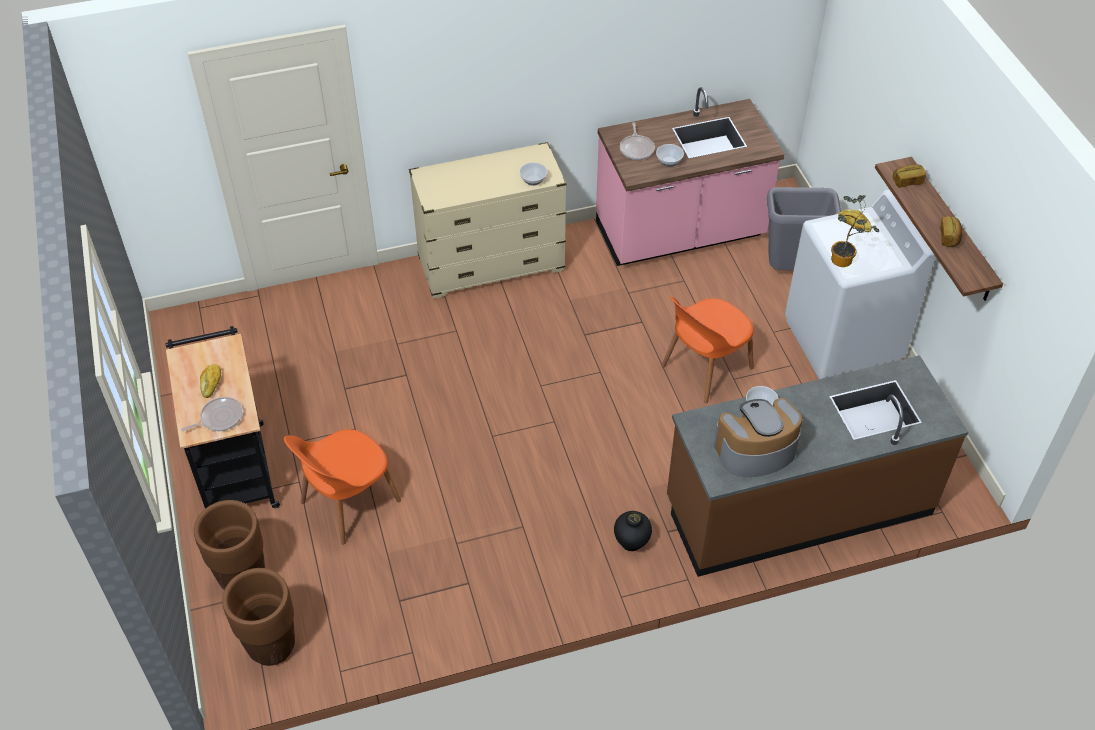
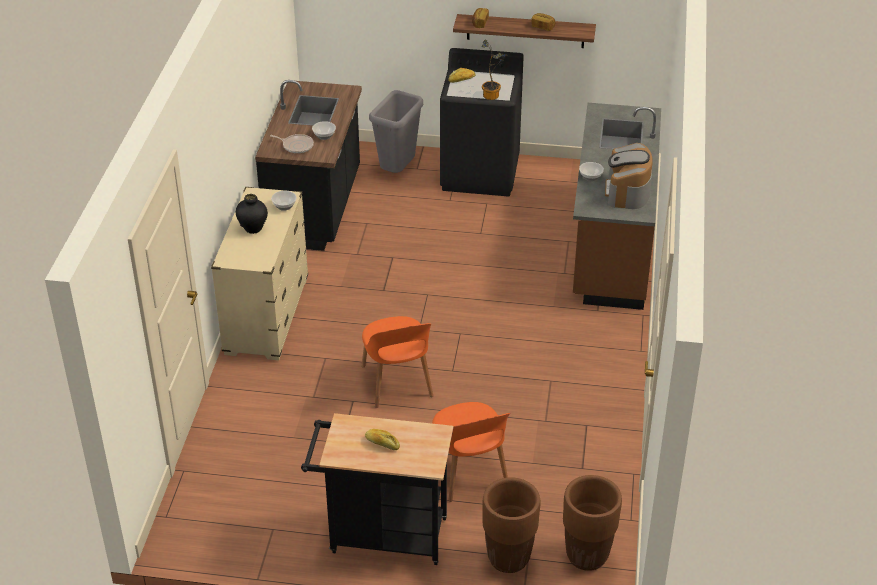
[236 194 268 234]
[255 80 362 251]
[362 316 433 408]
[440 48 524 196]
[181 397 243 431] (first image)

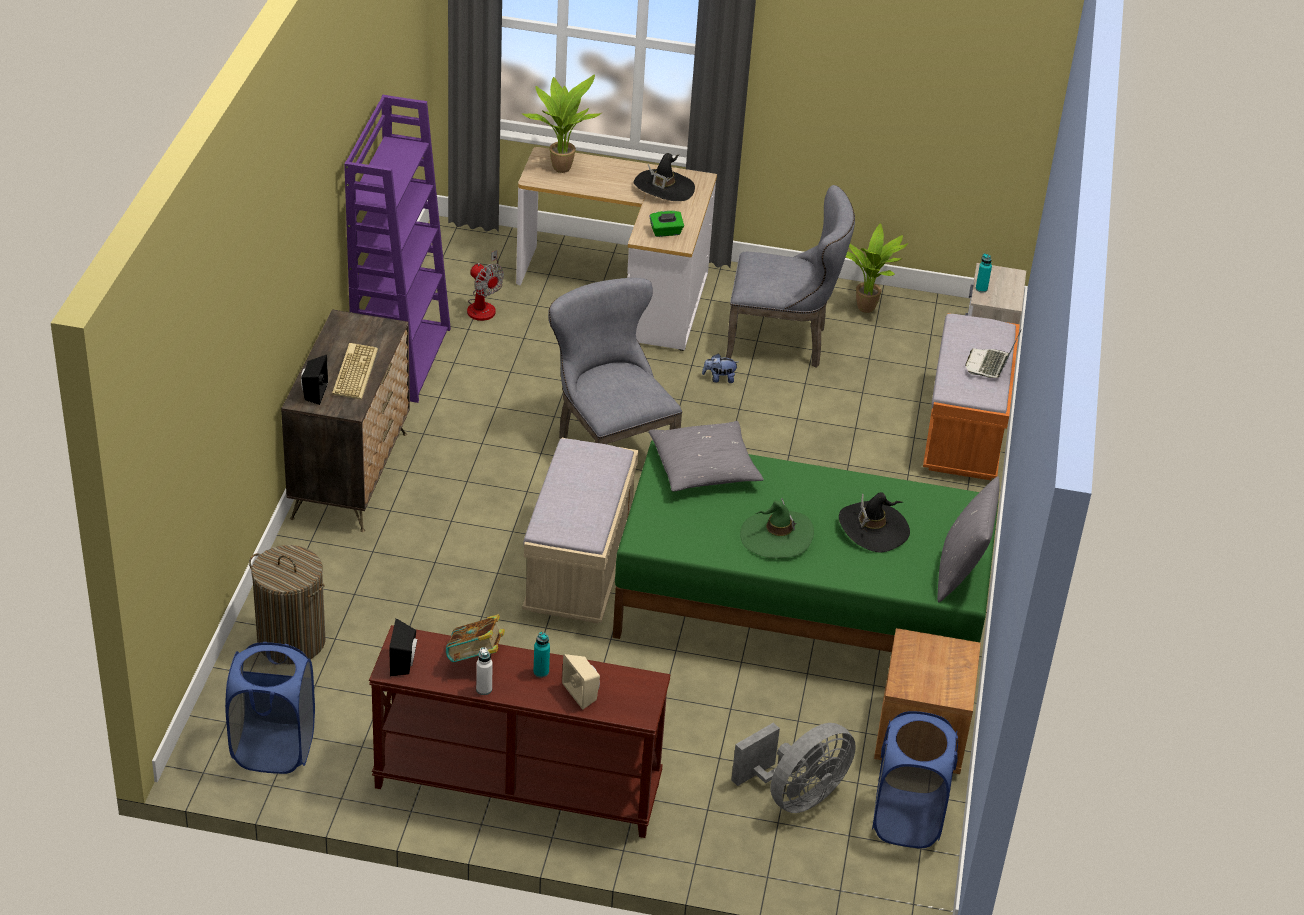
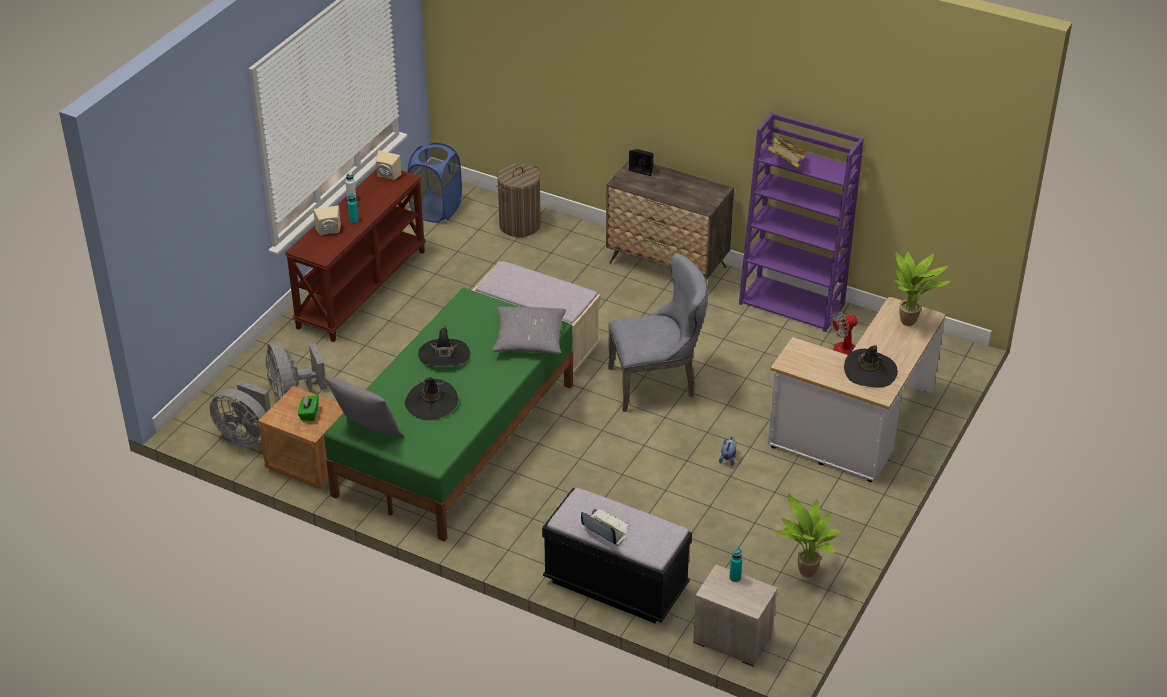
[210 381 270 448]
[298 395 319 421]
[376 150 402 180]
[418 326 470 366]
[542 488 692 623]
[768 135 806 168]
[332 343 378 400] (first image)
[726 185 855 368] (first image)

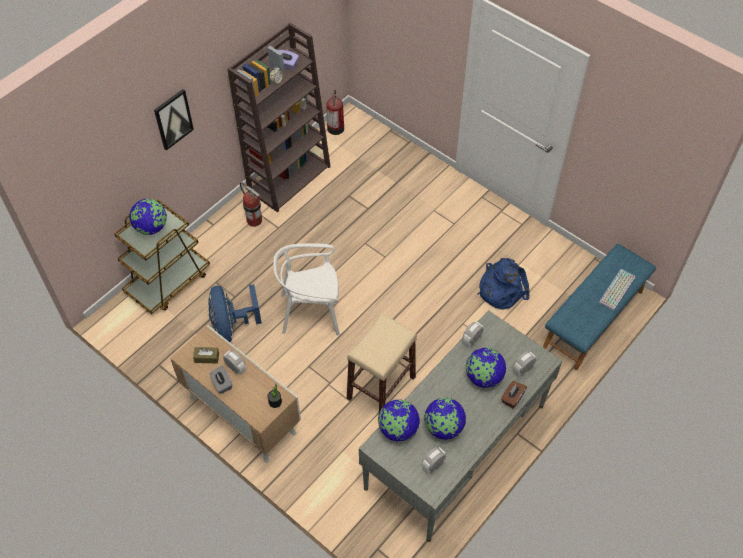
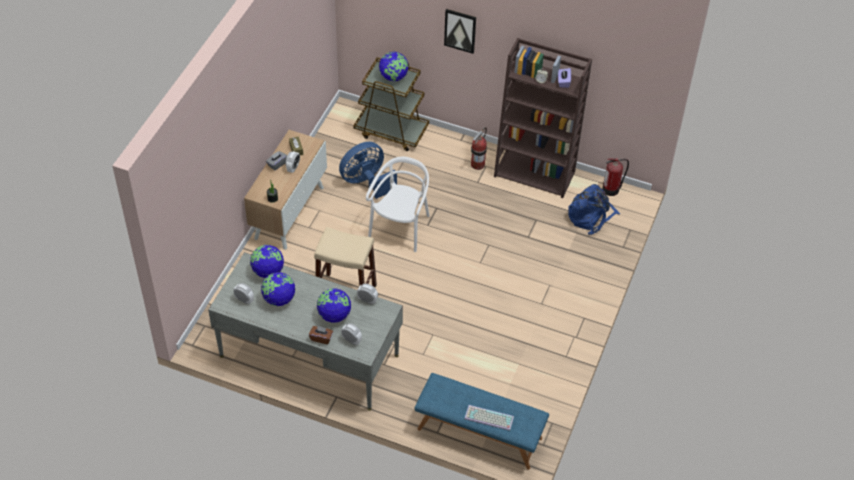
[366 156 429 252]
[568 184 620 235]

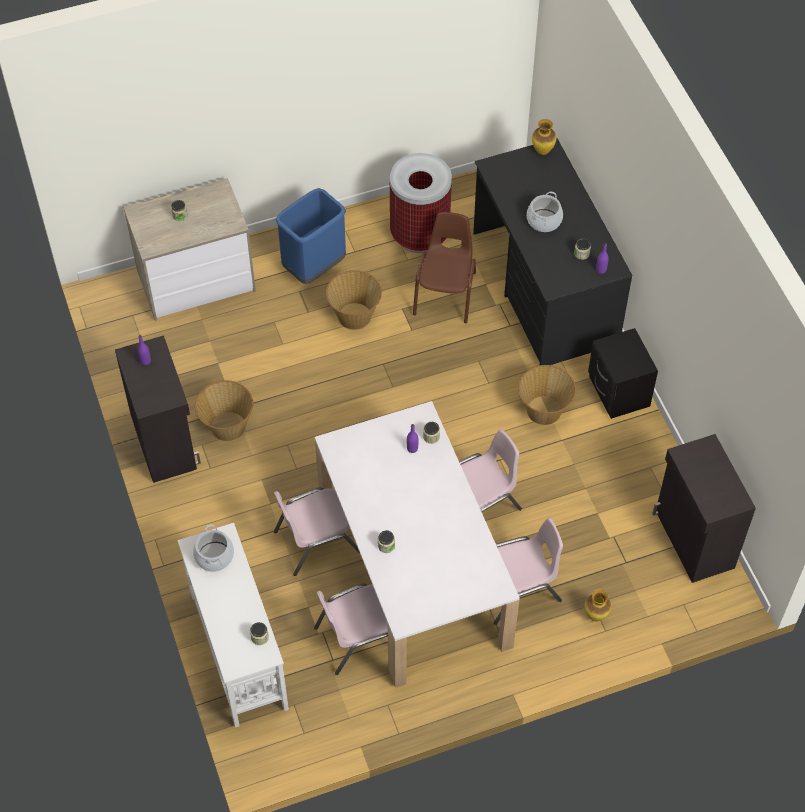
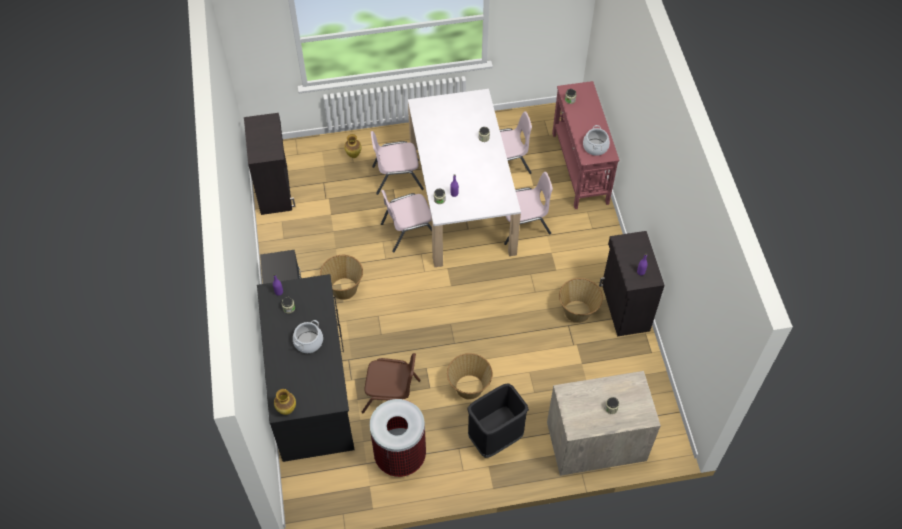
[361 353 420 414]
[467 383 529 458]
[552 81 619 209]

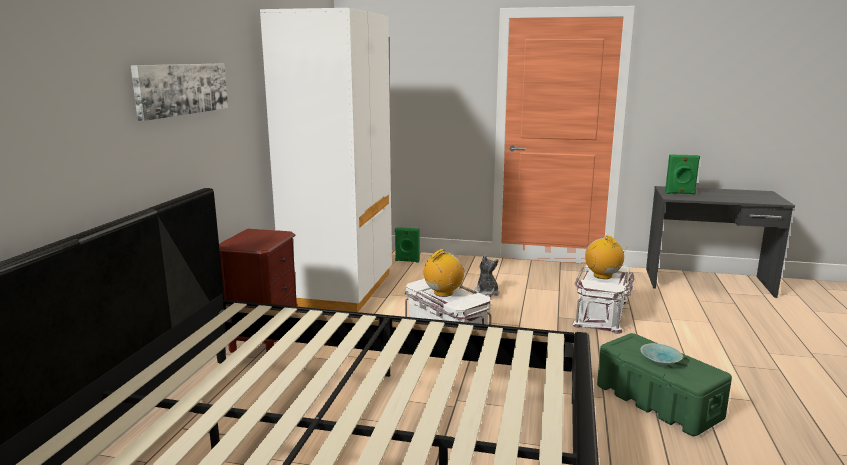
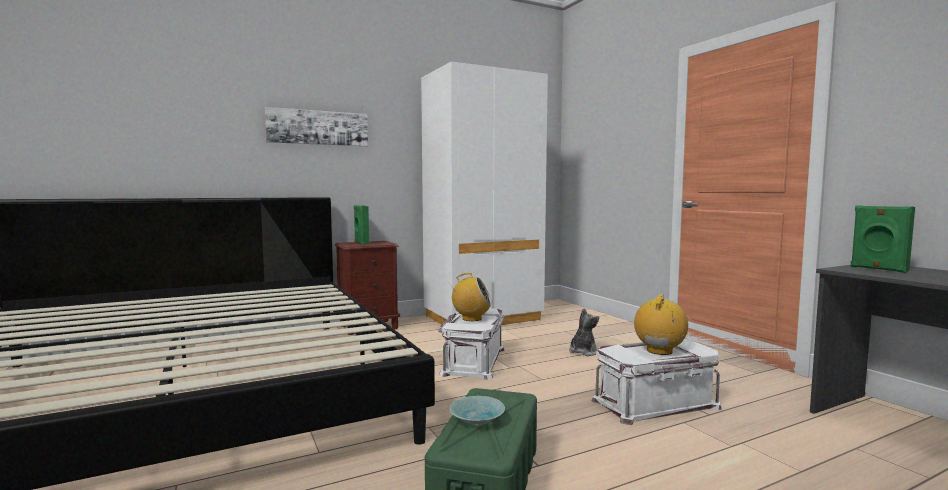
[354 205 369 245]

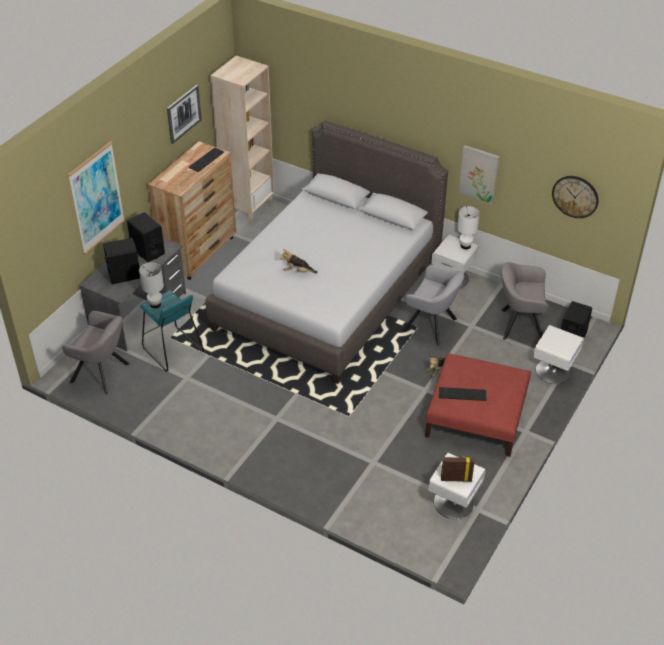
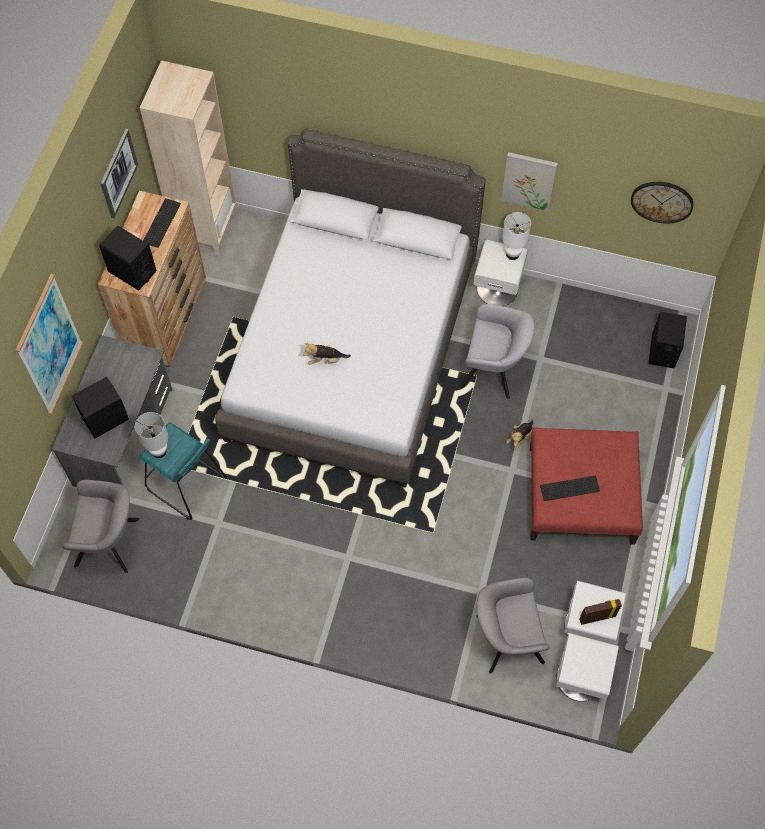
[99 226 156 290]
[476 578 550 674]
[556 633 619 702]

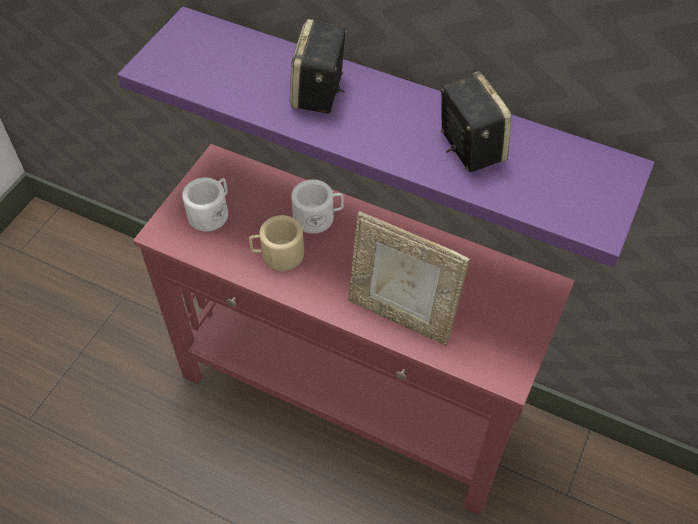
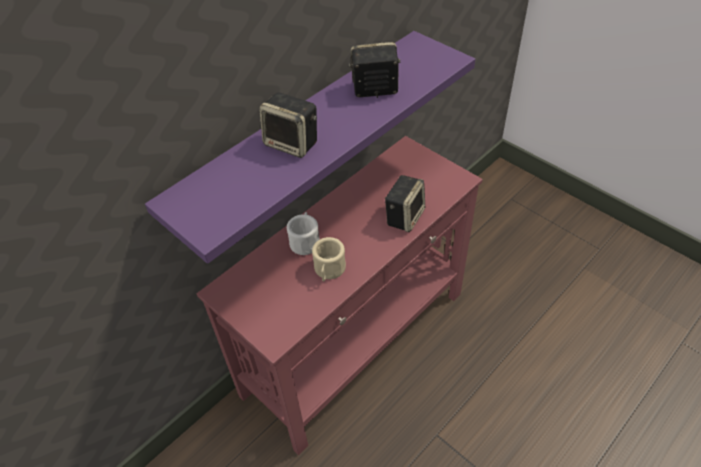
[385 175 425 232]
[182 177 228 232] (first image)

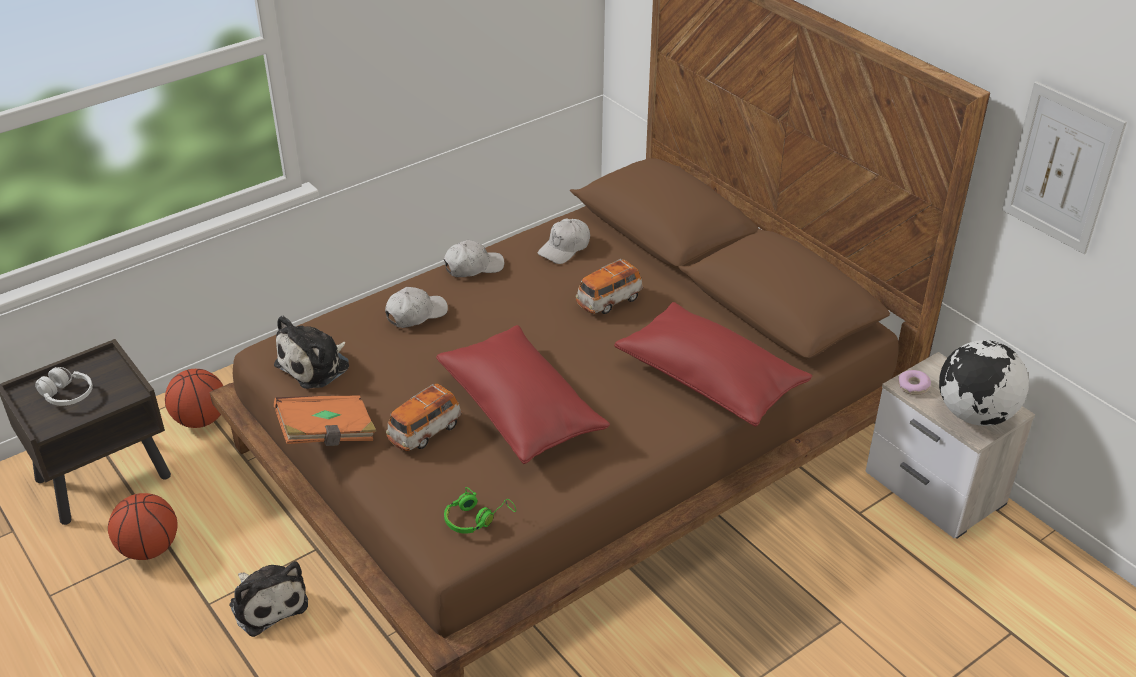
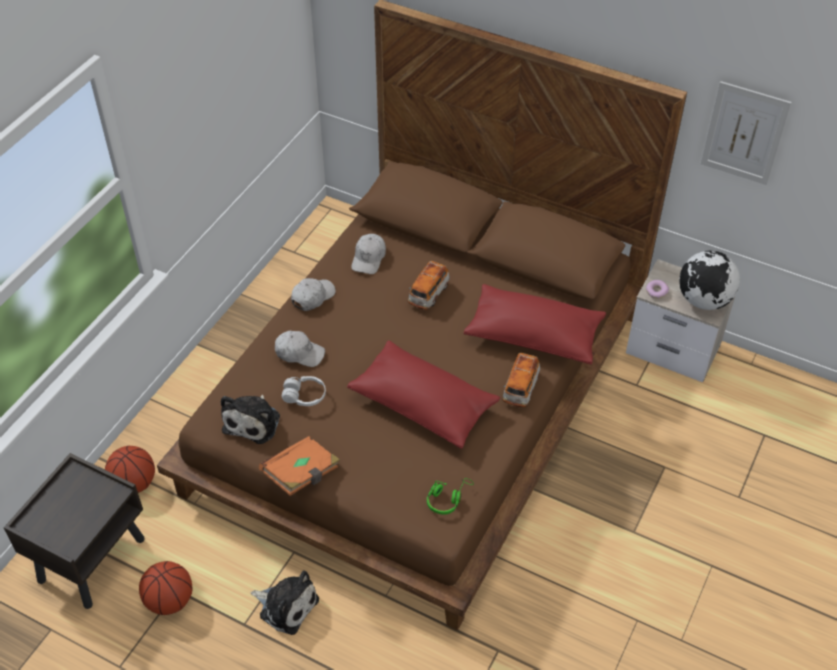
[275 331 325 367]
[282 376 326 406]
[502 353 540 407]

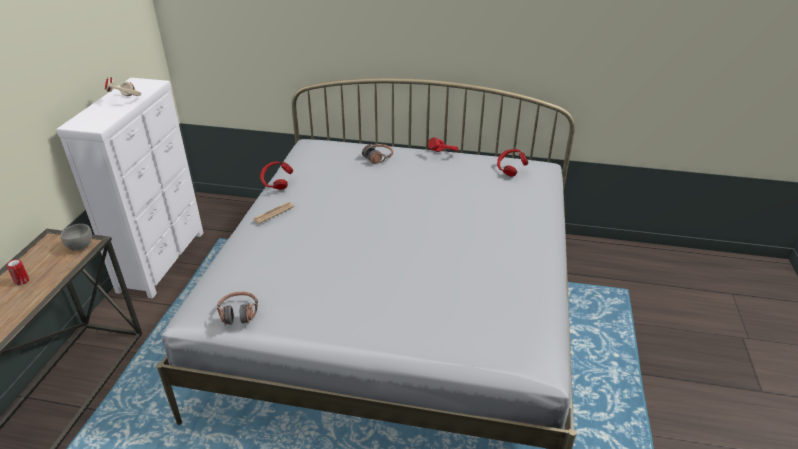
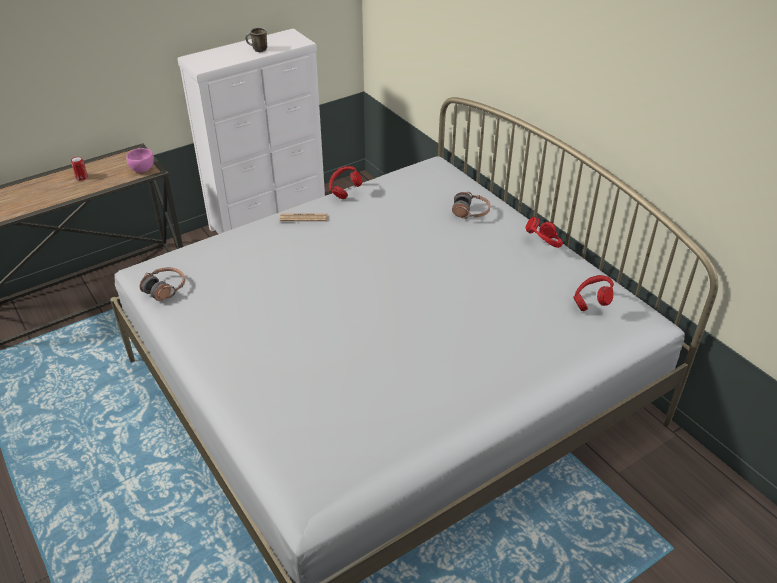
[126 148 154 173]
[246 27 267 52]

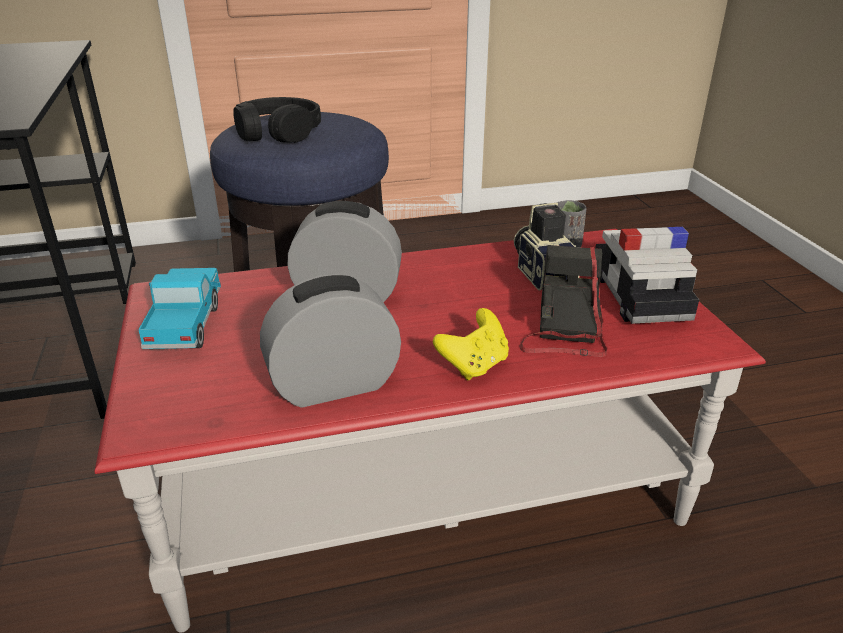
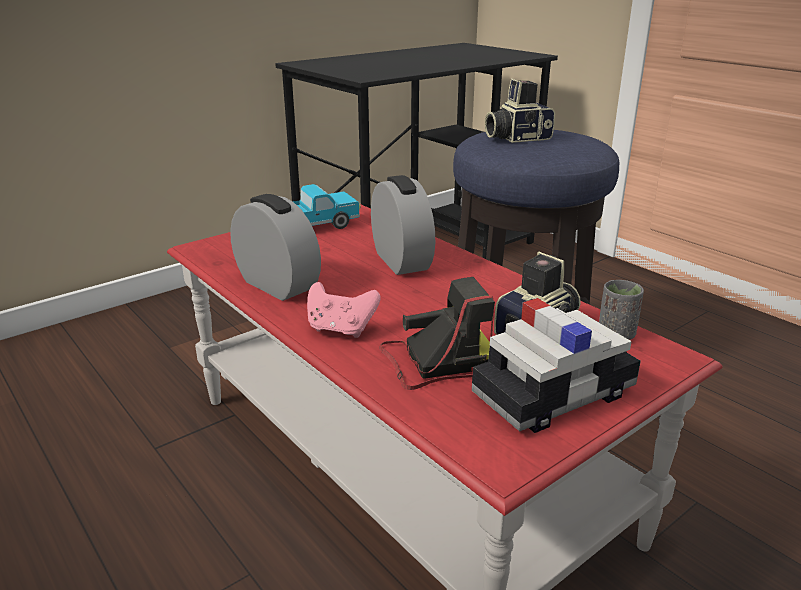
[307 282 381 338]
[485 78 555 143]

